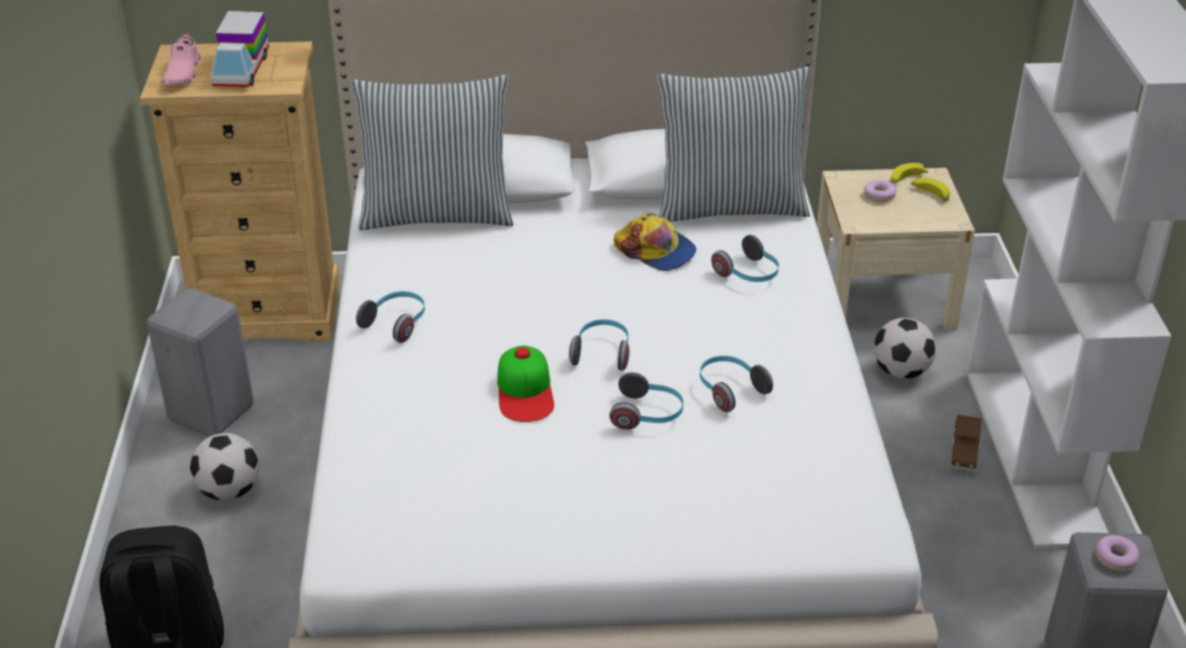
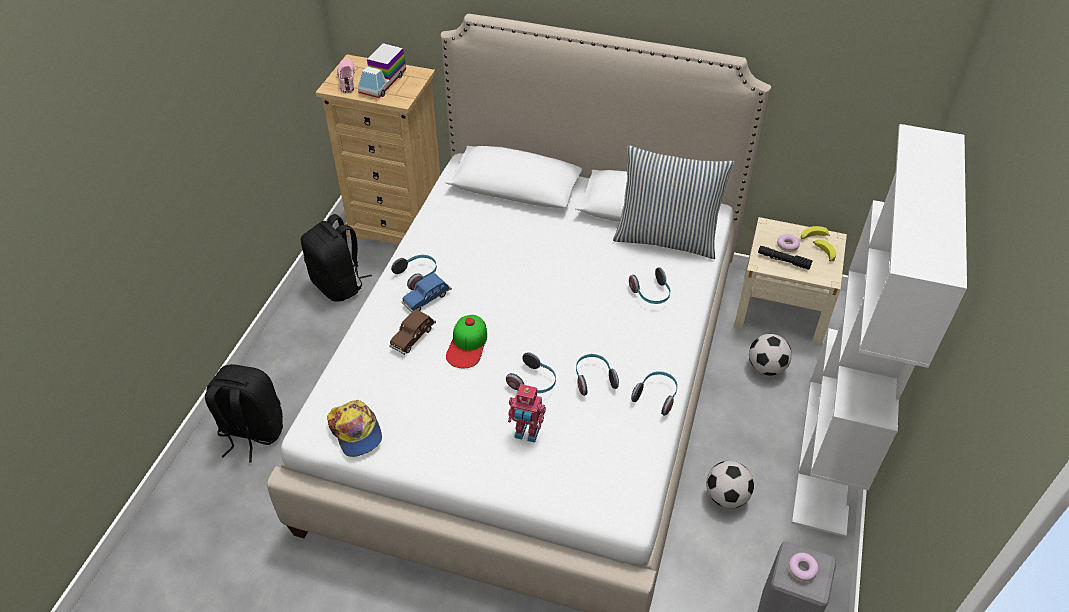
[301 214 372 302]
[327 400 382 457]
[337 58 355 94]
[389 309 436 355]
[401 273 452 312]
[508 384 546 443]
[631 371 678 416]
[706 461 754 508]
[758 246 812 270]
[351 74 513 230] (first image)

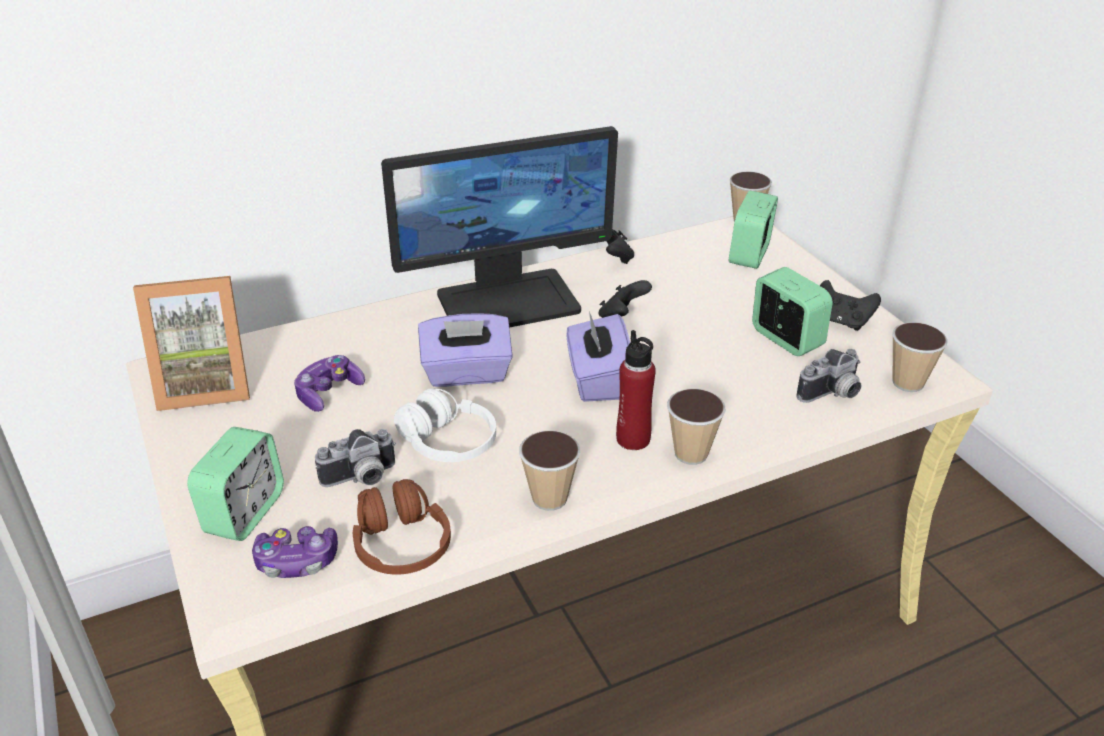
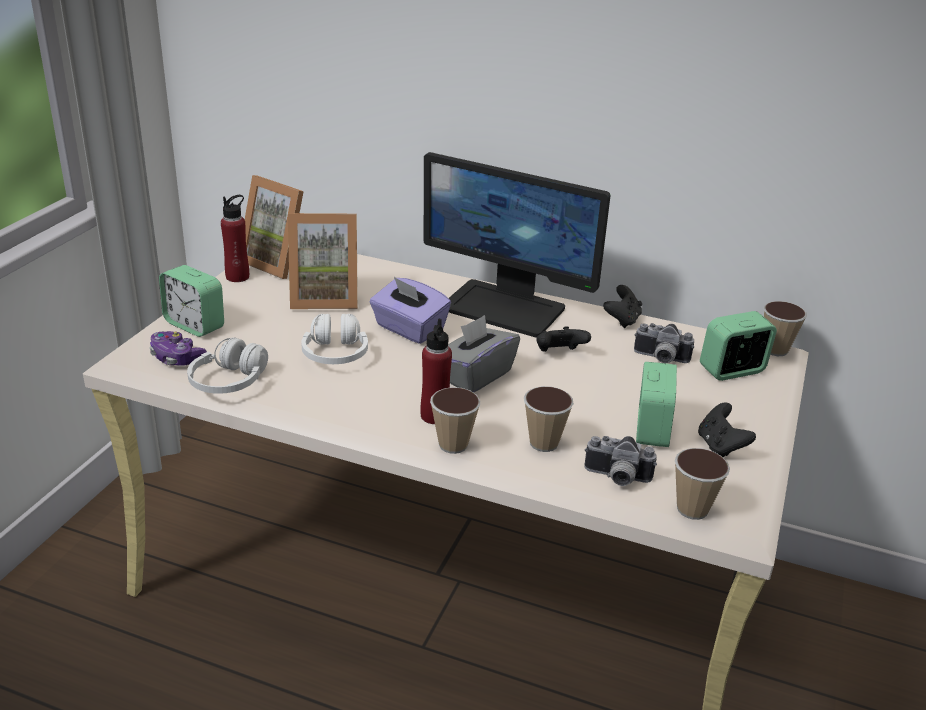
[159 265 224 337]
[187 337 268 394]
[221 195 249 282]
[288 213 358 309]
[448 315 520 393]
[524 386 574 452]
[634 323 694 363]

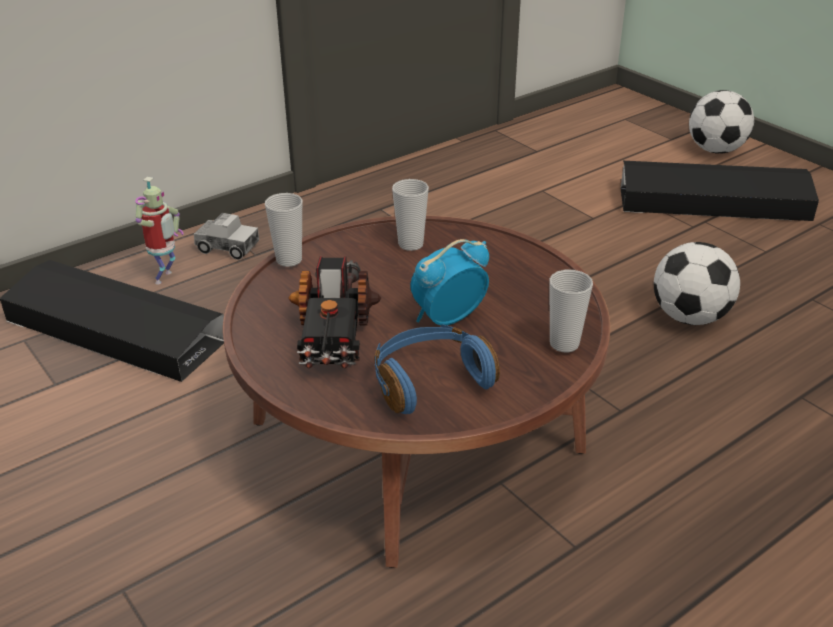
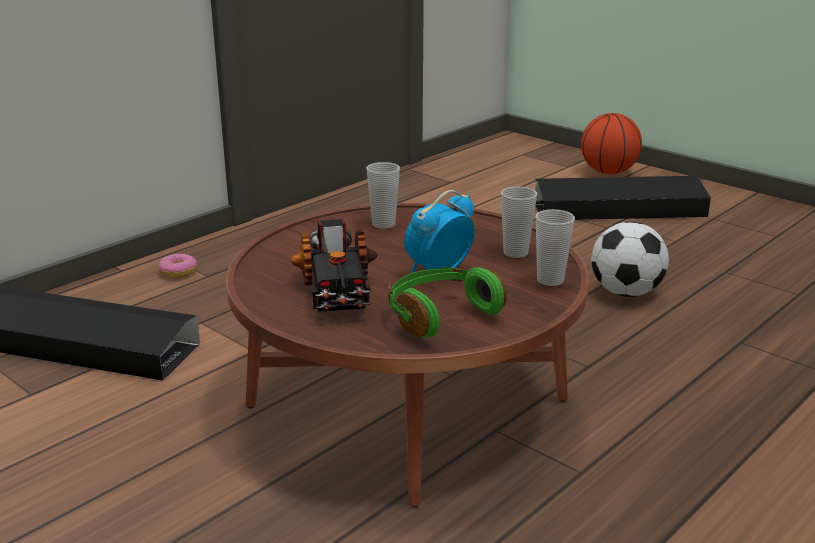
[158 254 197 278]
[388 267 507 338]
[501 186 537 258]
[581 113 642 174]
[136 177 184 285] (first image)

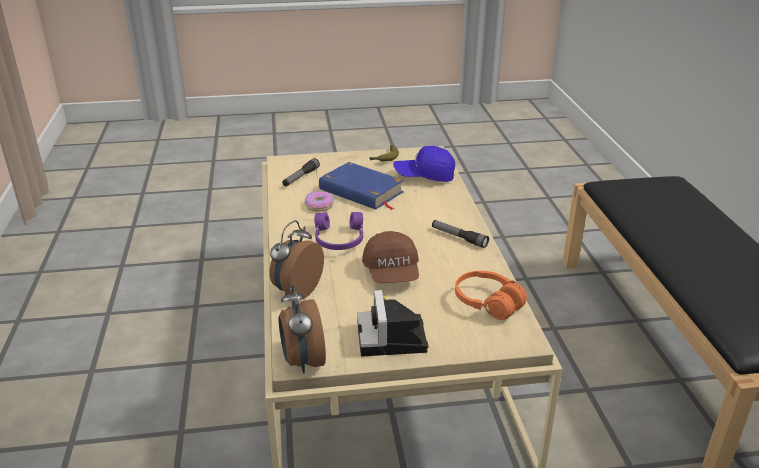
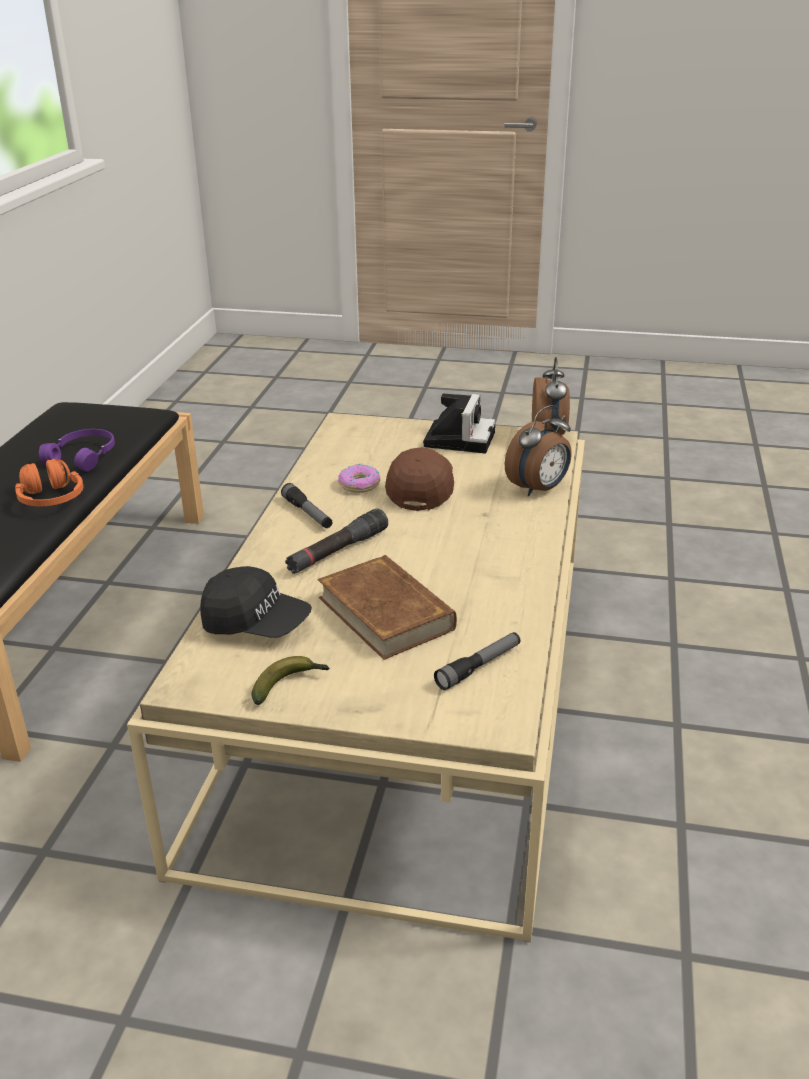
[15 459 84 506]
[39 429 115 472]
[200 566 312 638]
[285 508 388 574]
[318 555 457 660]
[338 464 381 493]

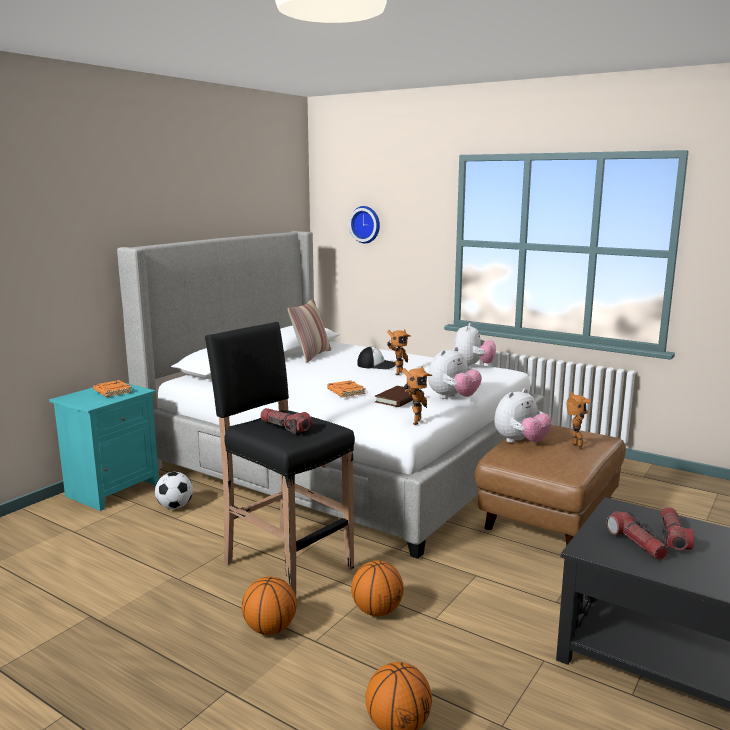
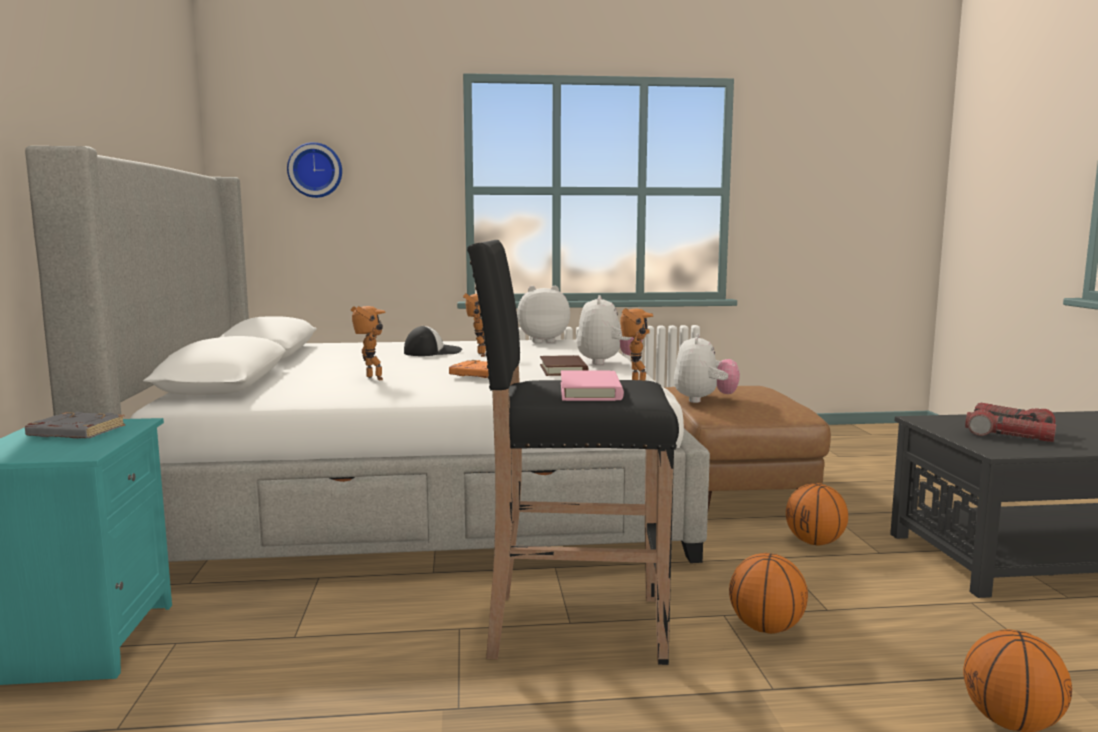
[25 412 125 439]
[351 306 386 380]
[517 286 570 343]
[561 370 624 401]
[786 483 848 546]
[155 472 193 509] (first image)
[288 299 331 363] (first image)

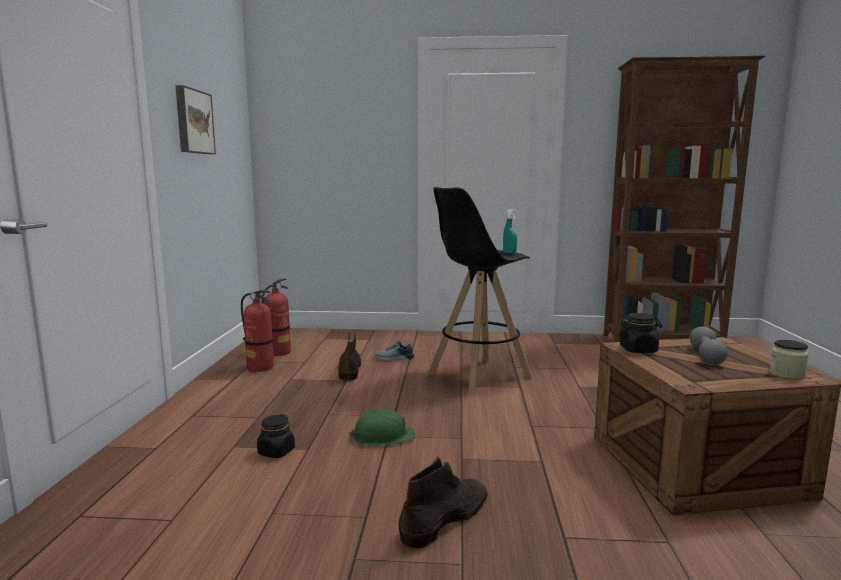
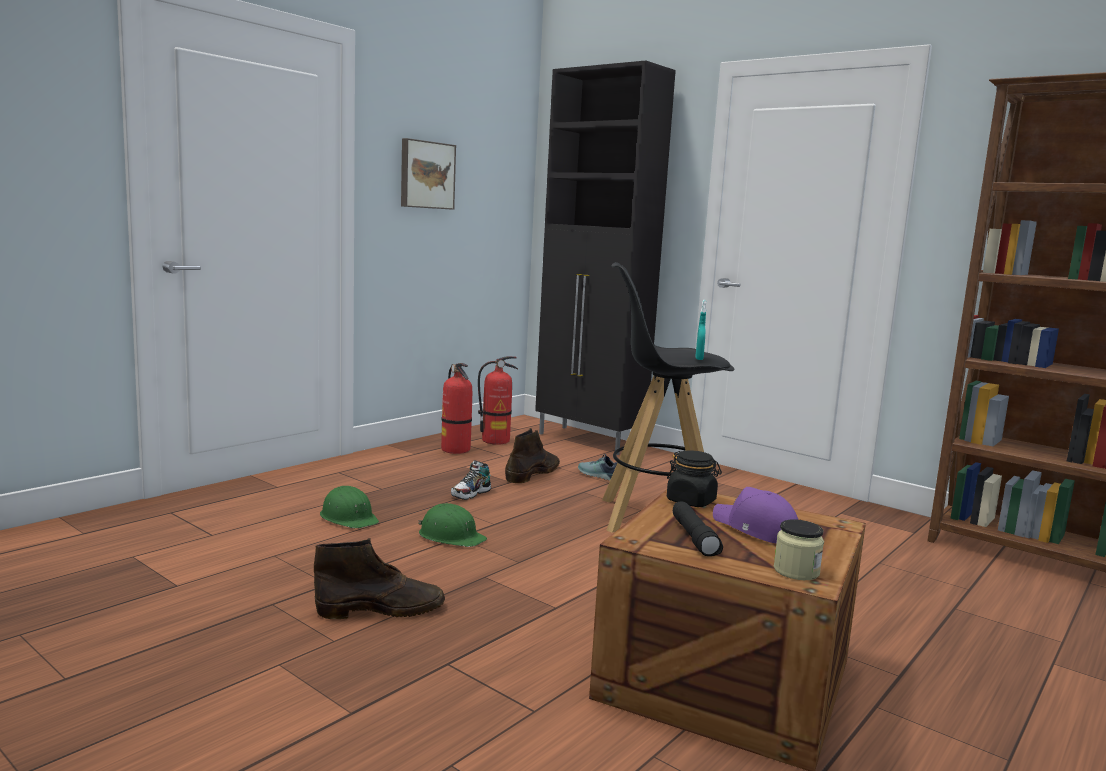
[320 486 379 528]
[451 460 491 500]
[535 61 676 455]
[673 502 723 556]
[713 487 798 543]

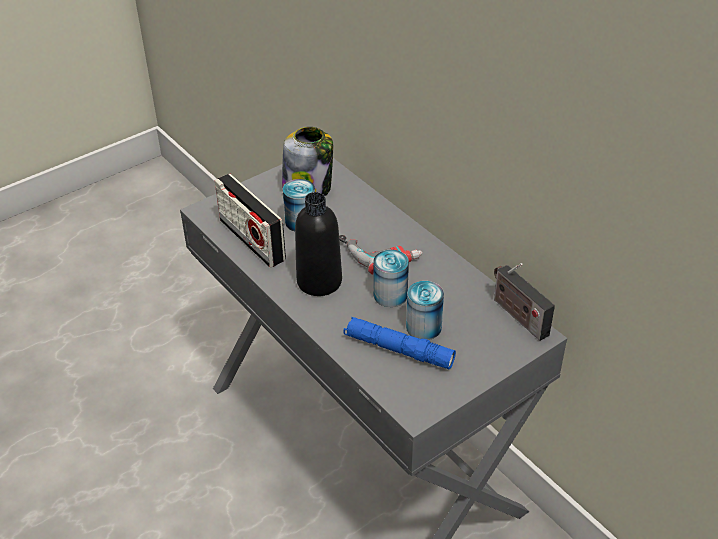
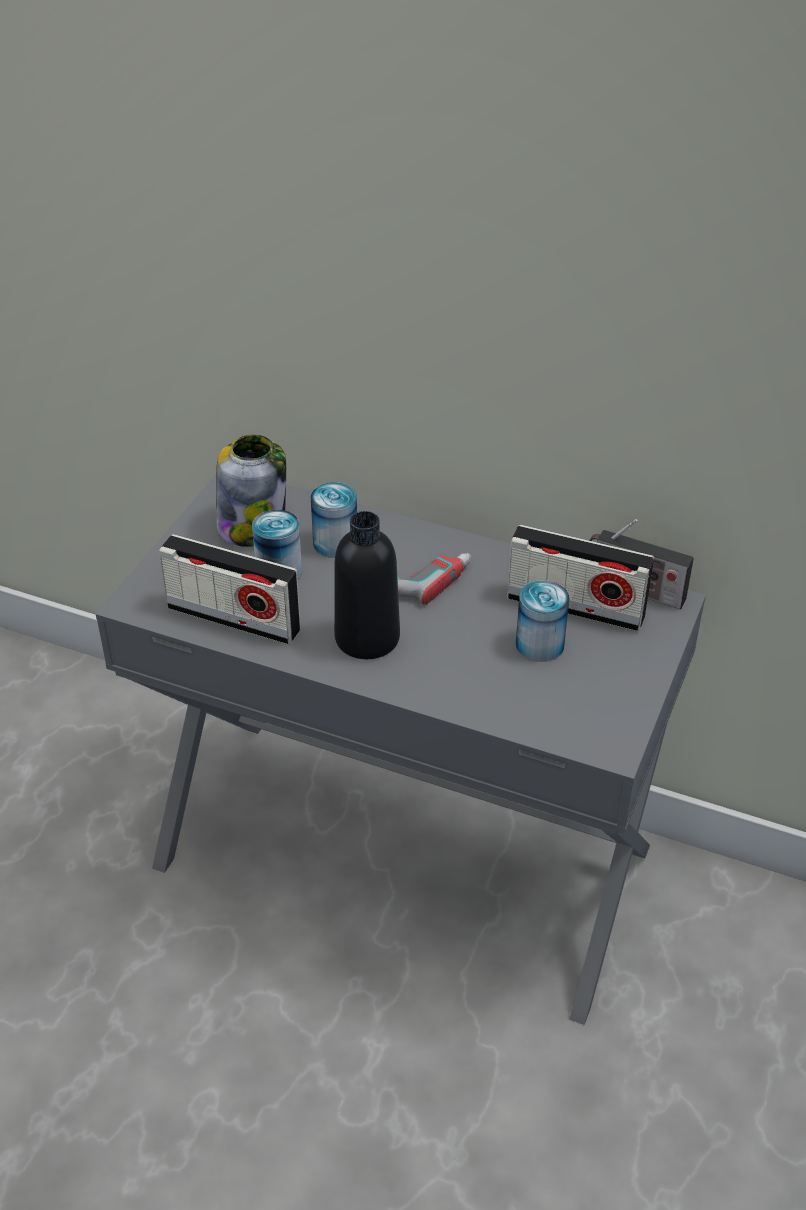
[311 482 357 558]
[507 525 654 631]
[343 317 456 370] (first image)

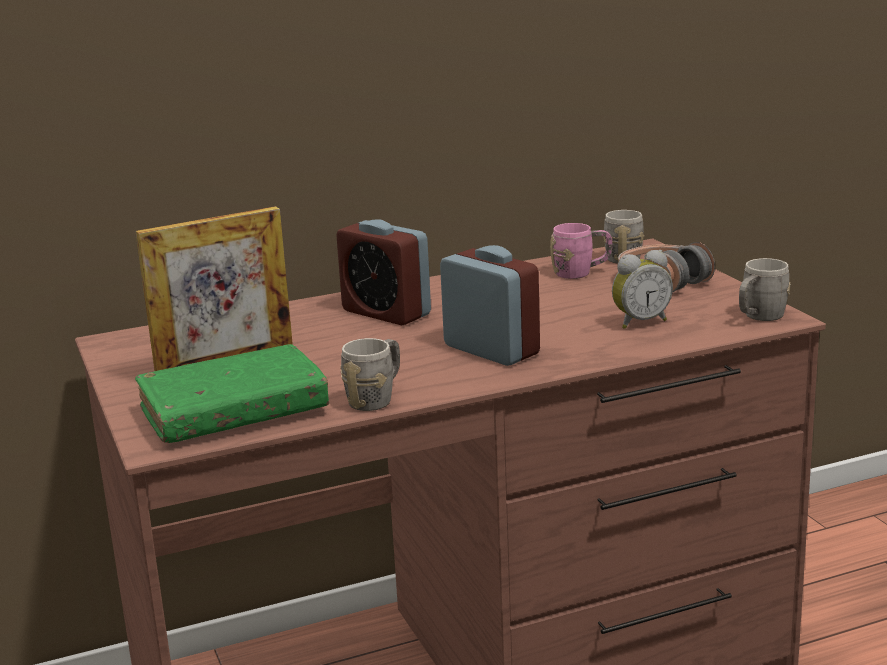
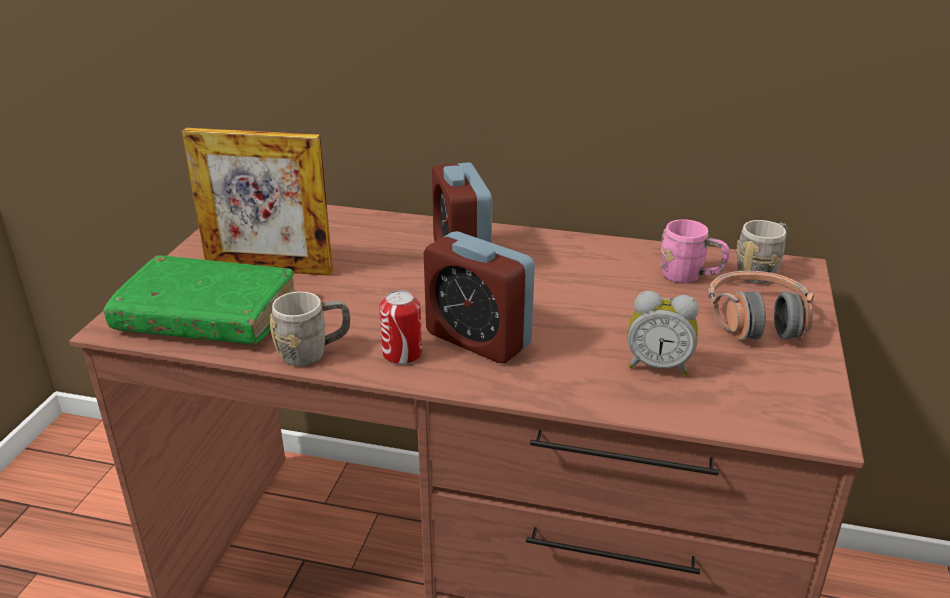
[379 290 422 365]
[424 231 535 363]
[739 258 791 321] (first image)

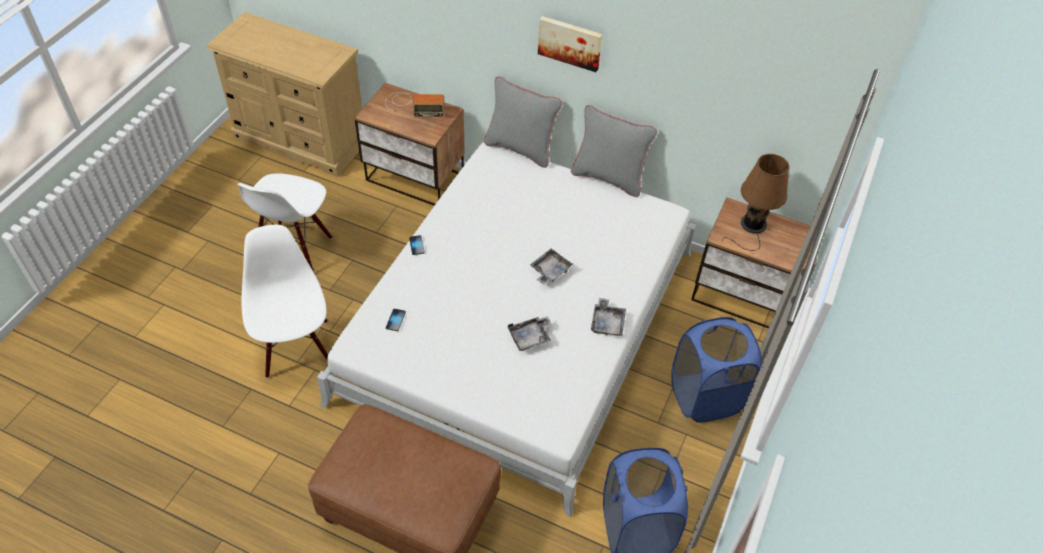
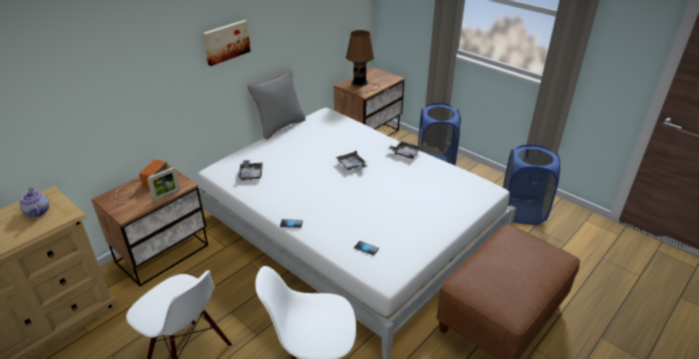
[19 188 49 217]
[147 167 180 201]
[238 160 263 180]
[484 76 562 168] (first image)

